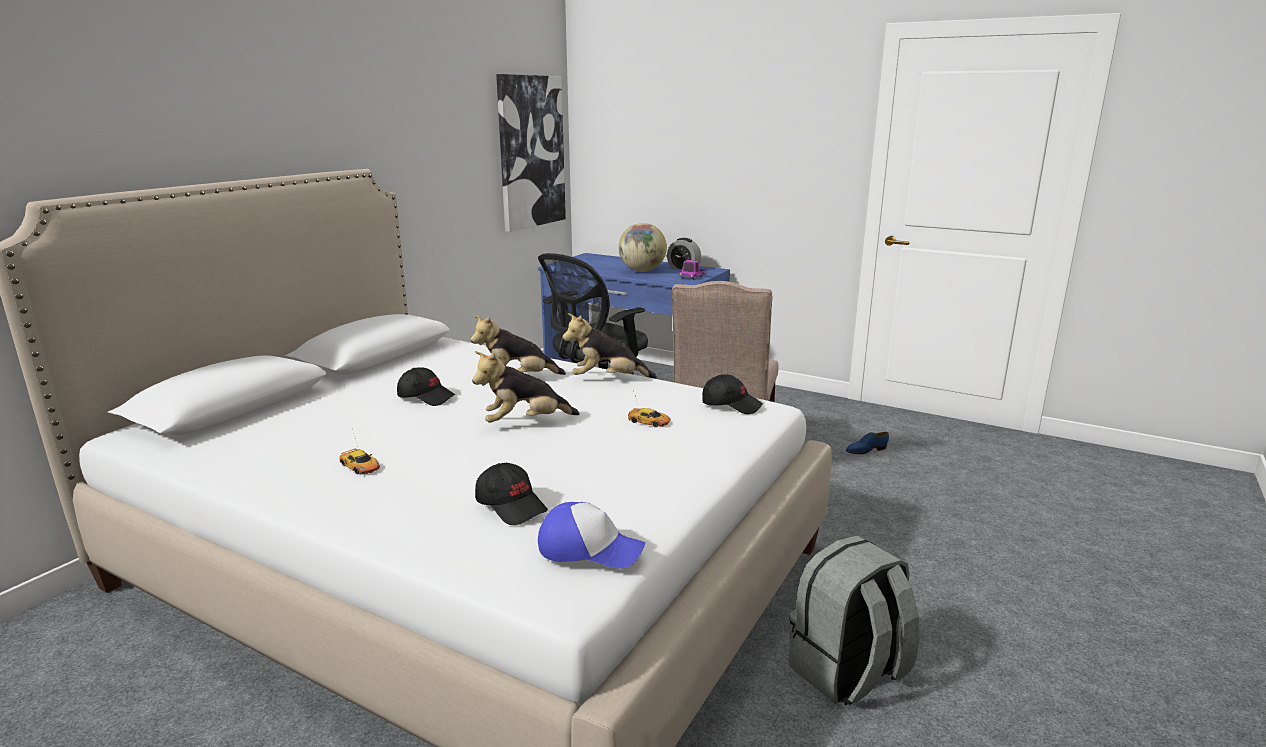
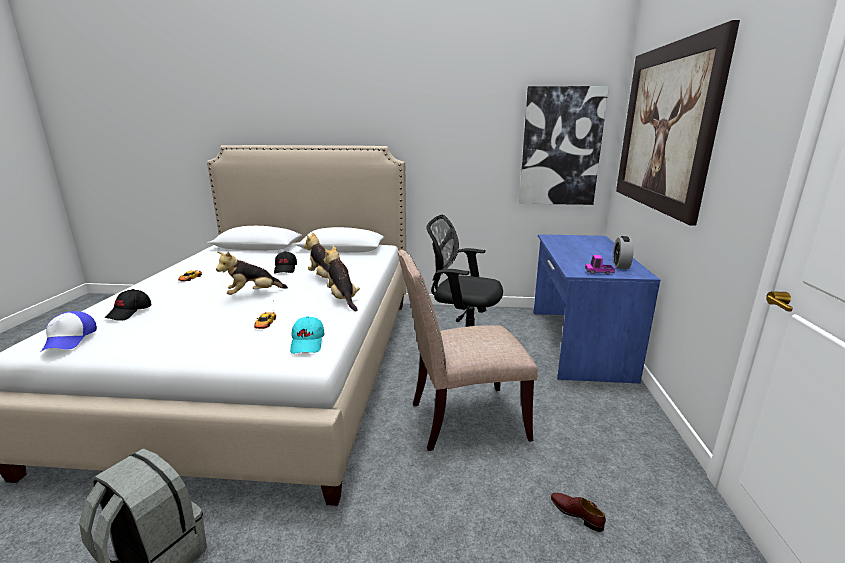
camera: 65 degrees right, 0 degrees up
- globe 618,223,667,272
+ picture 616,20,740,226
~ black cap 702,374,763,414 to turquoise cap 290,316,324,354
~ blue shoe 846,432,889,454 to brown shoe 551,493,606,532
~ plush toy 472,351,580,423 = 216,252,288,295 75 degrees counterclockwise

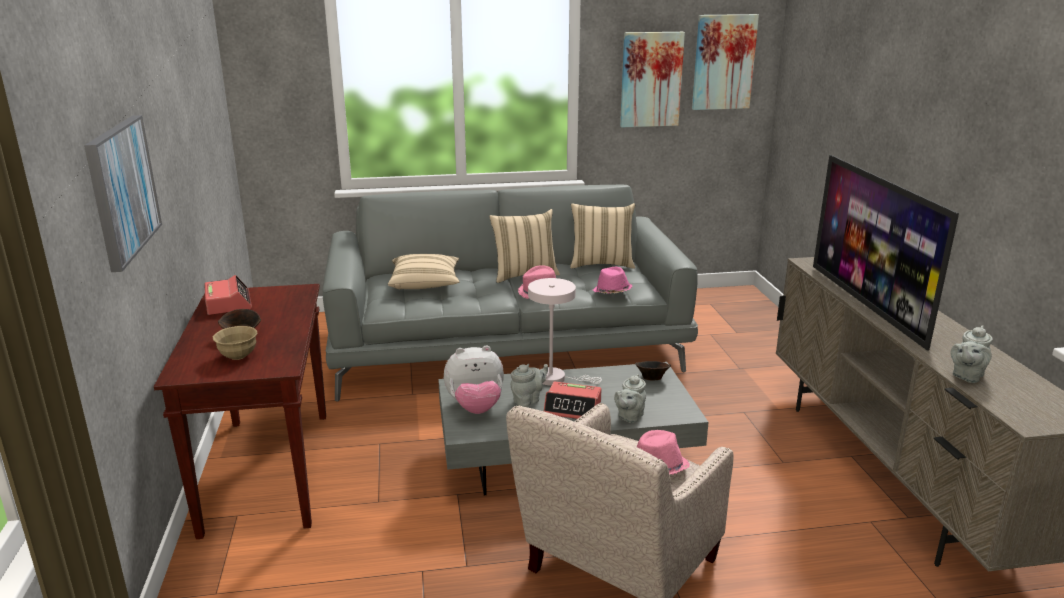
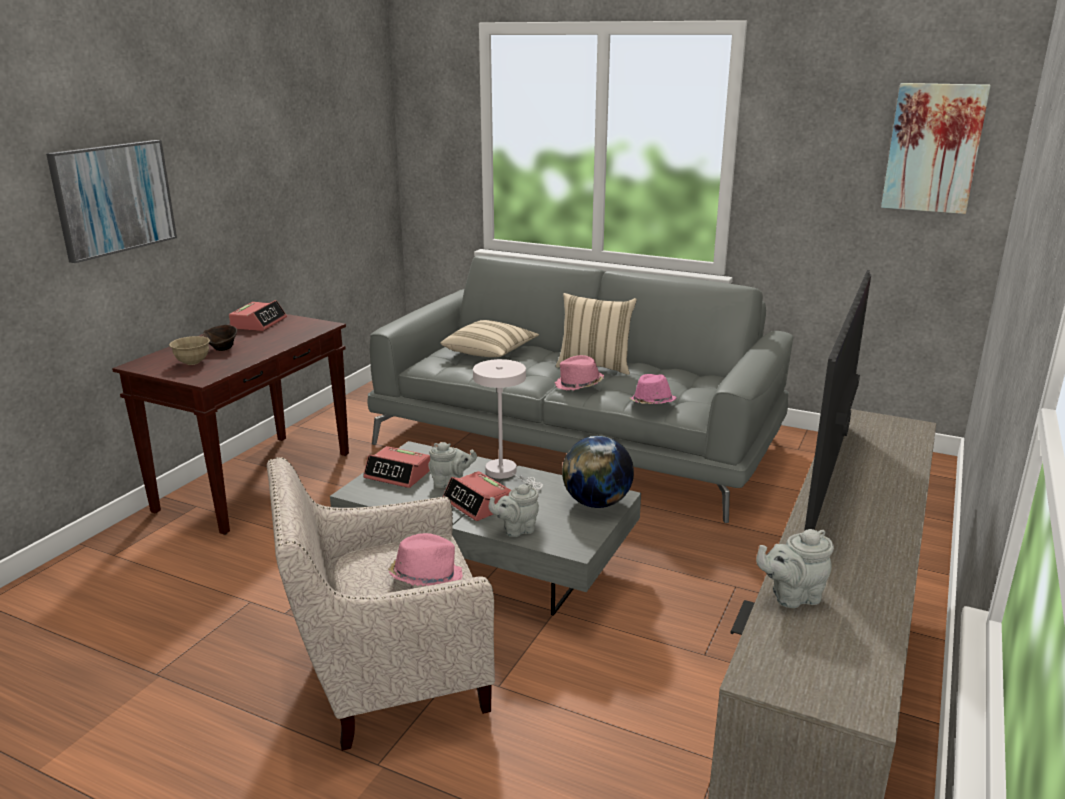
camera: 35 degrees right, 0 degrees up
- beige pillow 570,203,635,269
- picture 620,32,685,127
~ plush toy 444,345,504,414 to alarm clock 363,446,430,488
~ brown bowl 635,361,671,380 to globe 562,436,634,508

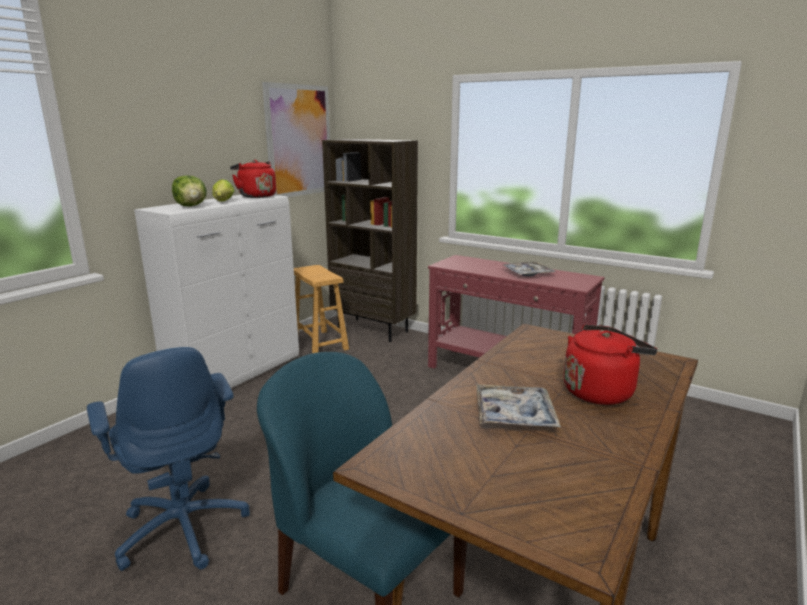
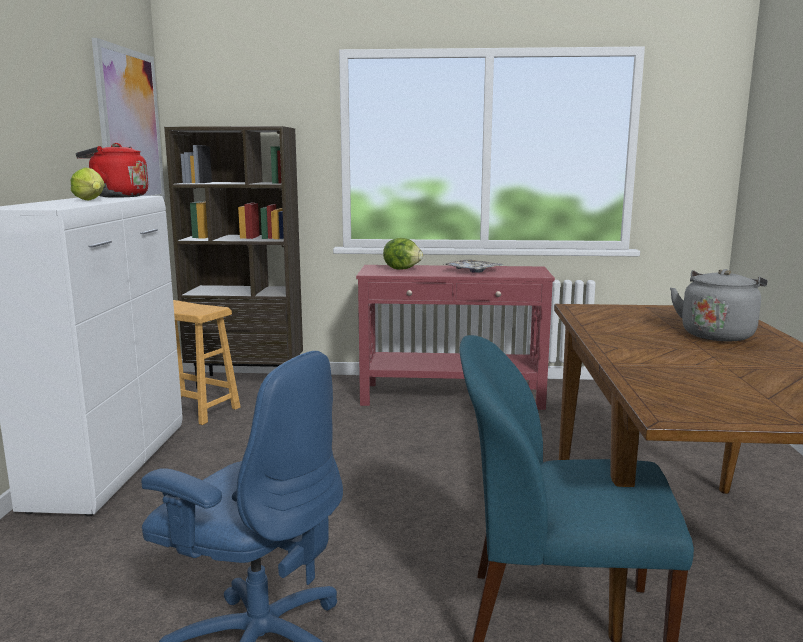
camera: 30 degrees left, 5 degrees down
- tray 476,384,561,427
~ lettuce 172,175,207,207 to 383,238,423,269
~ red kettle 564,324,657,405 to grey kettle 670,269,767,341

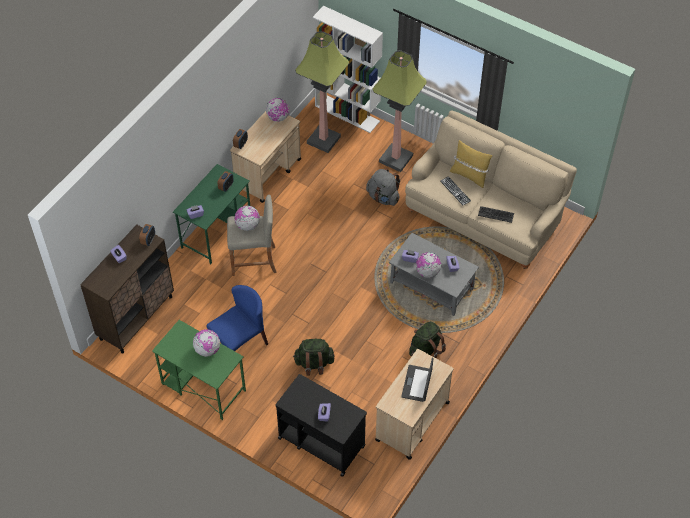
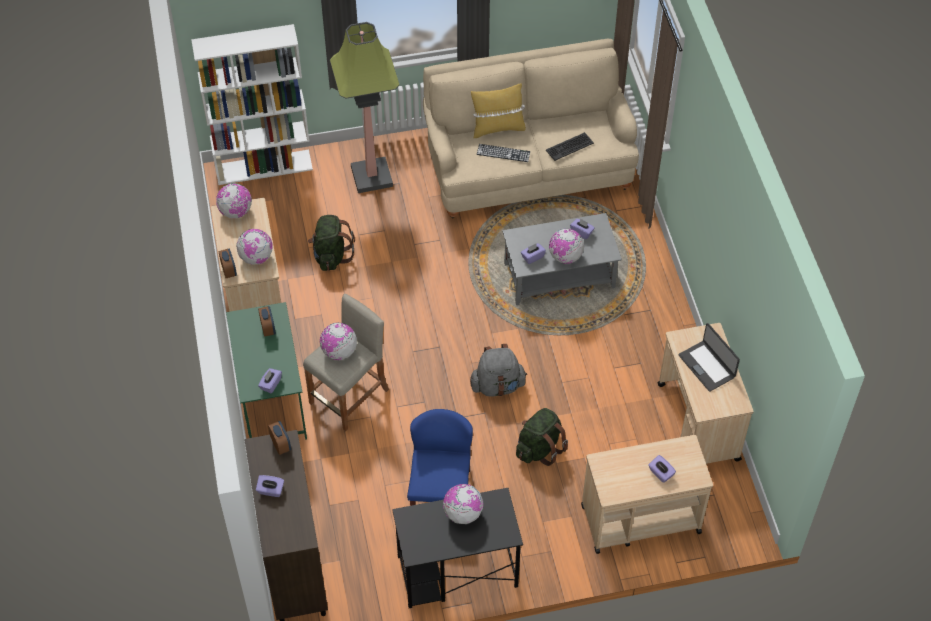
camera: 45 degrees left, 0 degrees up
- floor lamp 295,31,349,153
+ globe 236,229,273,264
~ grey backpack 366,168,400,206 to 470,344,527,397
~ green backpack 409,321,446,359 to 308,215,355,271
~ green desk 152,320,246,420 to black desk 392,488,523,608
~ black cart 276,374,367,477 to beige cart 581,435,713,554

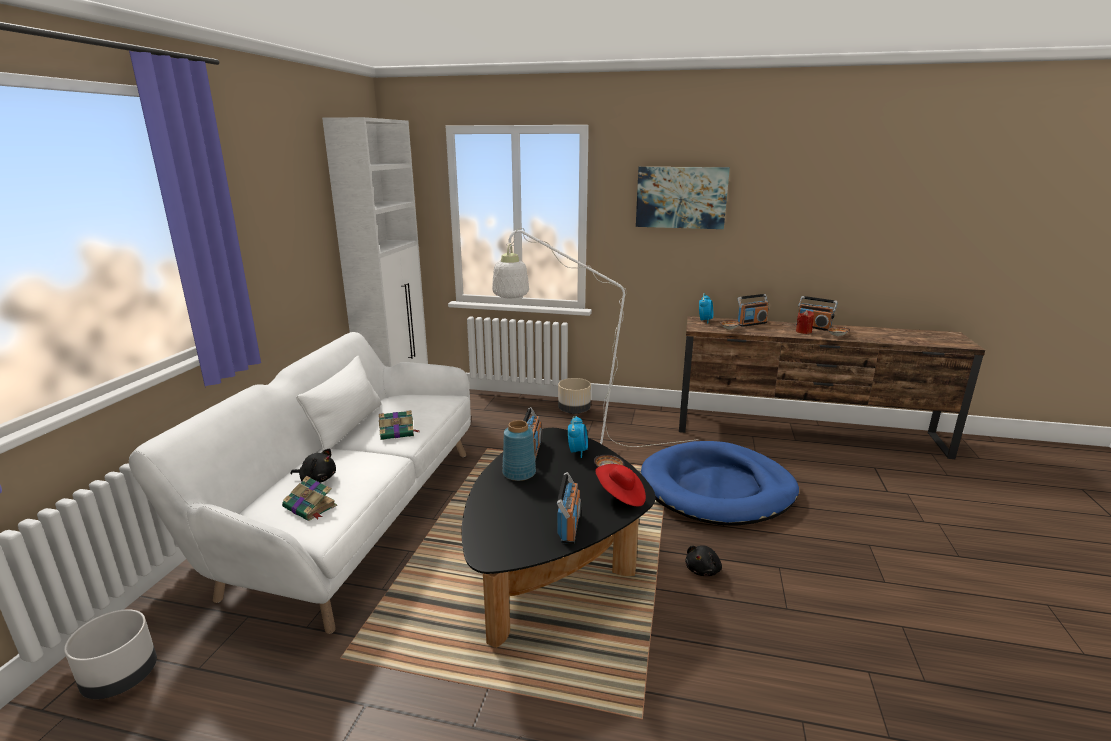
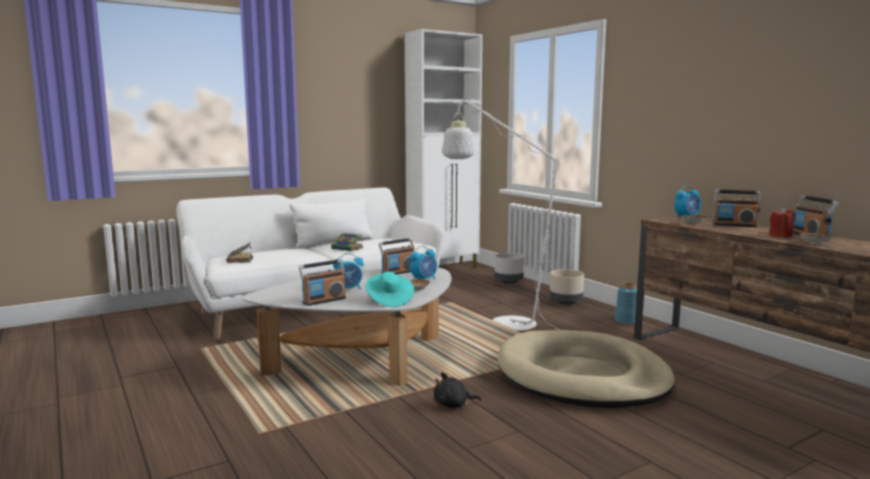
camera: 45 degrees right, 10 degrees down
- black plush toy 290,449,336,483
- picture 636,167,730,229
+ alarm clock 333,253,364,290
~ grey planter 64,609,157,699 to 494,253,524,284
~ blue vase 502,420,536,481 to 615,282,637,325
~ black coffee table 462,428,655,648 to white coffee table 243,268,451,386
~ red hat 595,464,646,506 to turquoise hat 366,272,414,307
~ blue dog bed 641,441,799,526 to beige dog bed 498,330,675,408

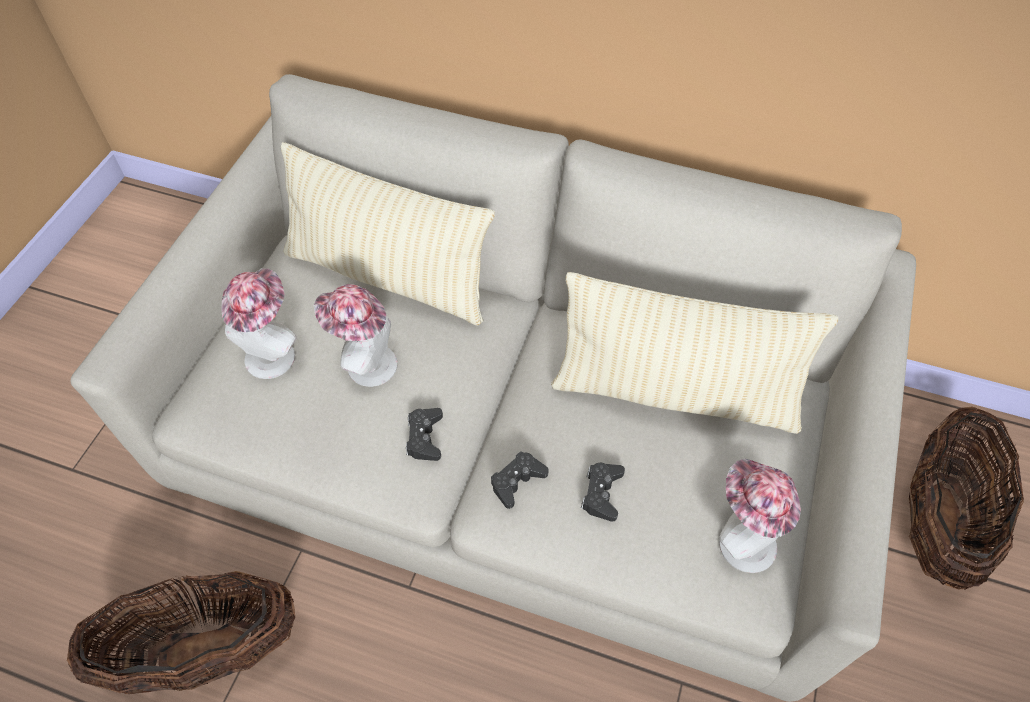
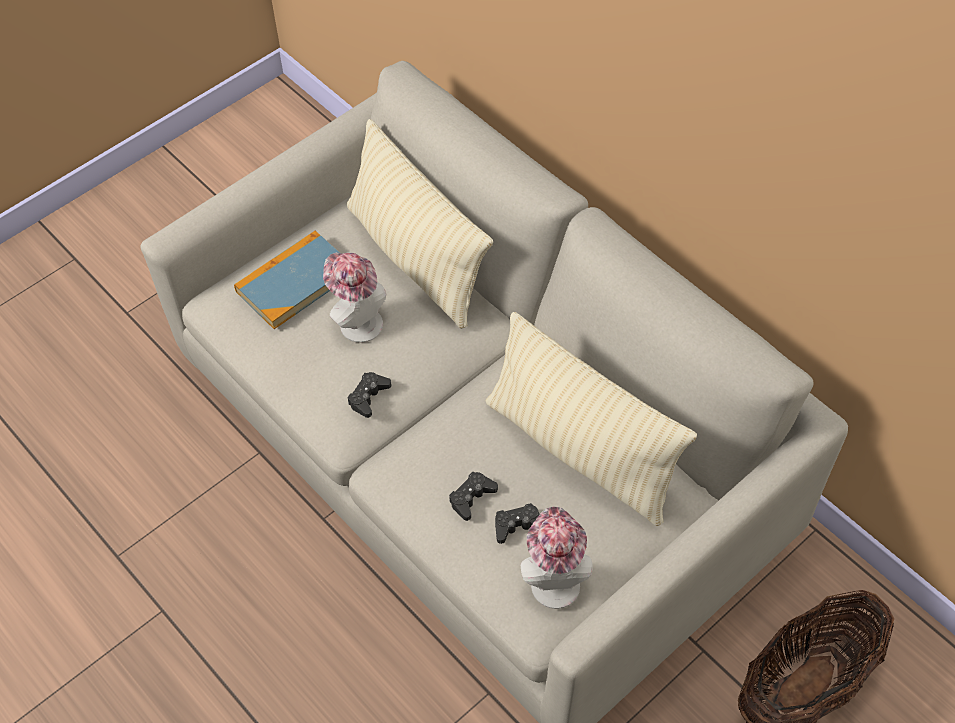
camera: 30 degrees right, 0 degrees up
- basket 67,571,295,694
~ black game controller 491,451,549,509 to 495,503,540,544
~ hat 221,268,297,379 to book 234,231,340,329

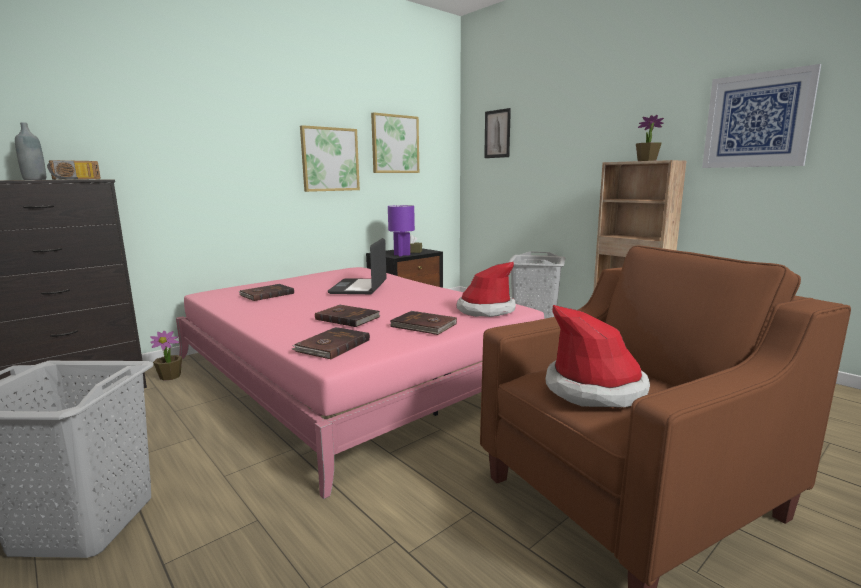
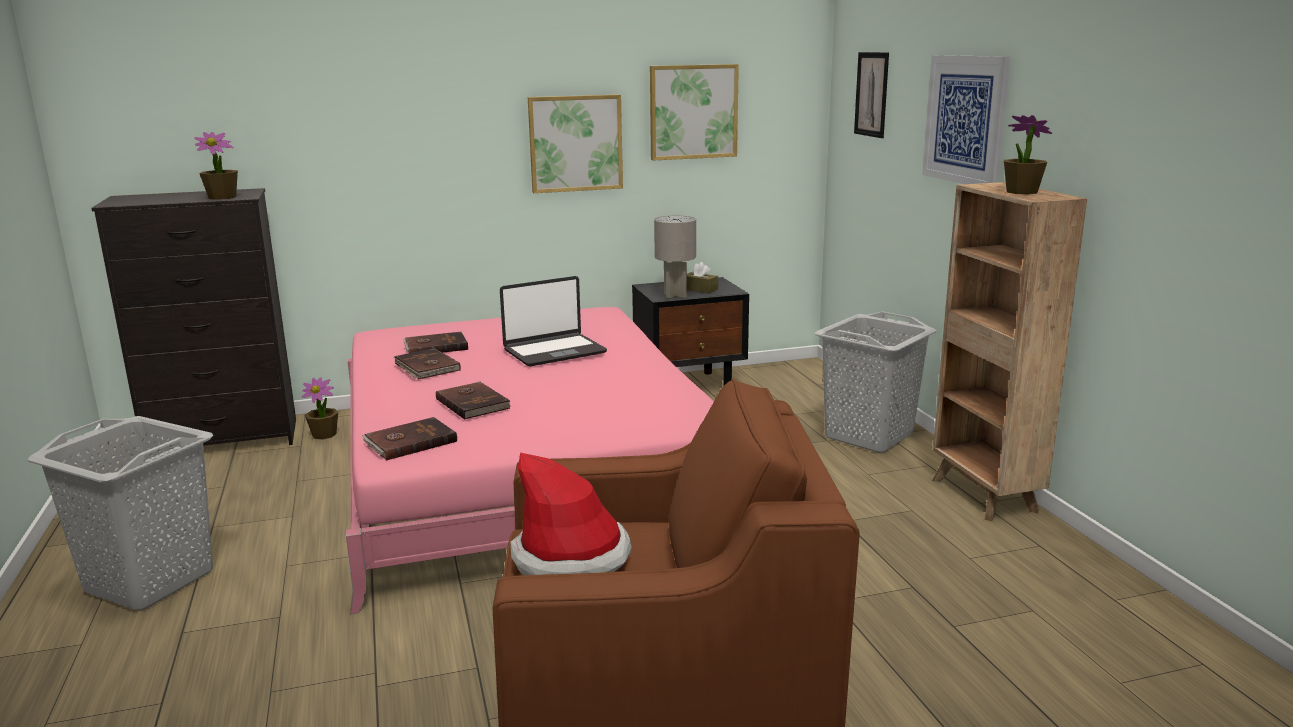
camera: 25 degrees right, 5 degrees up
- grey bottle 15,122,46,180
- hat 456,262,516,317
~ brown book 390,311,457,335 to 394,348,461,379
~ picture 702,64,821,168 to 922,55,1011,184
~ radio 47,160,101,180 to potted plant 194,132,238,200
~ purple table lamp 388,205,415,256 to grey table lamp 654,215,696,299
~ laptop 328,238,387,294 = 500,276,607,366 150 degrees counterclockwise

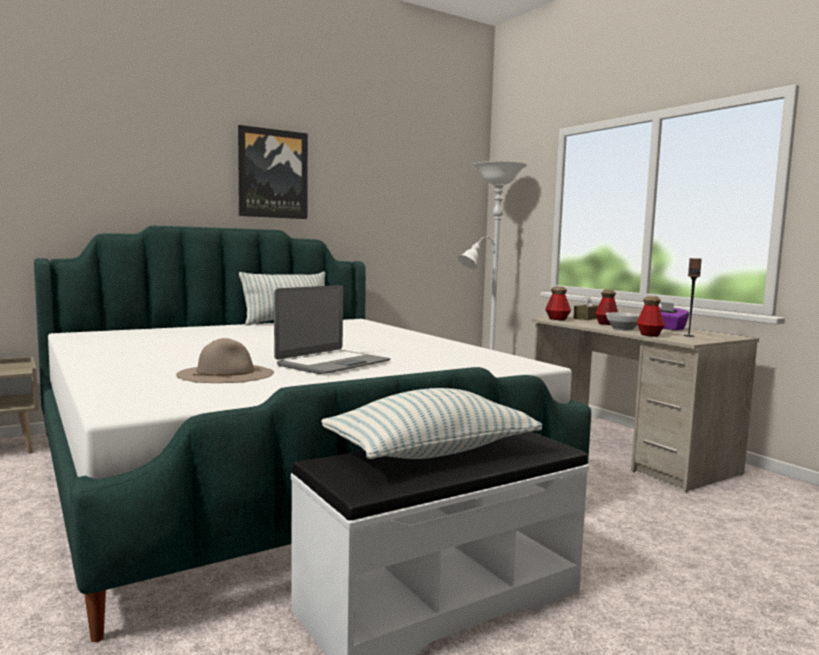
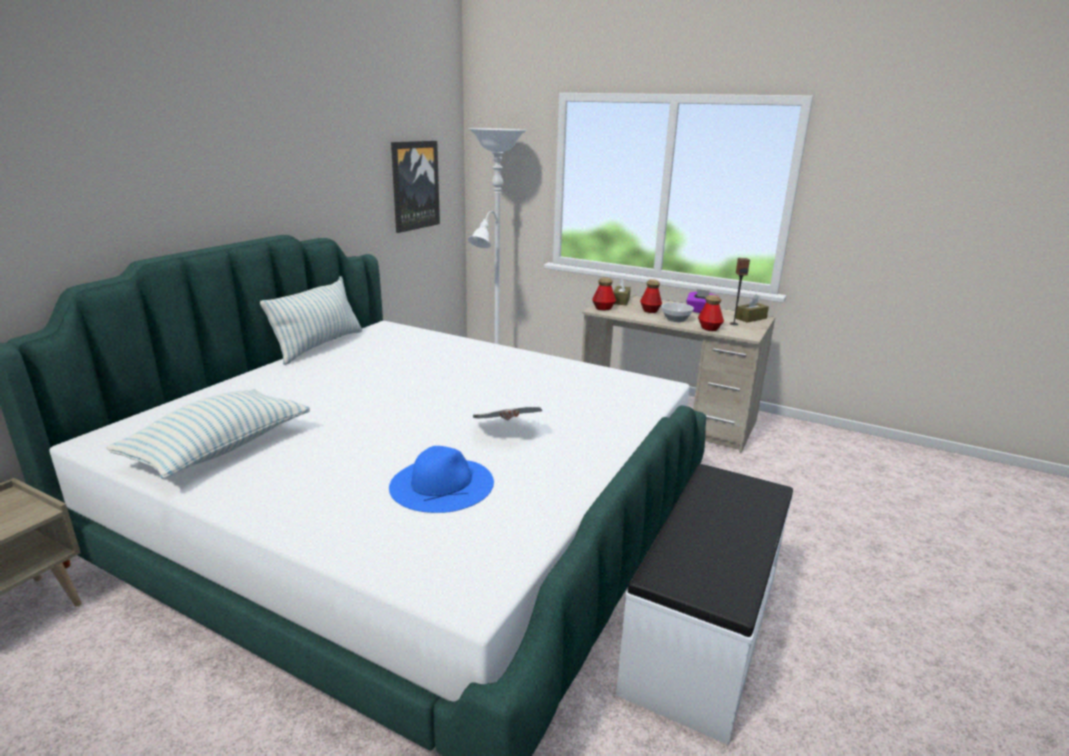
camera: 30 degrees left, 15 degrees up
+ brown tissue box 735,295,769,323
~ picture 238,125,308,219 to 391,141,440,233
~ pillow 321,388,542,459 to 106,389,310,479
~ laptop 274,285,391,374 to newspaper 473,407,542,420
~ beige hat 176,338,274,383 to blue hat 389,446,494,513

